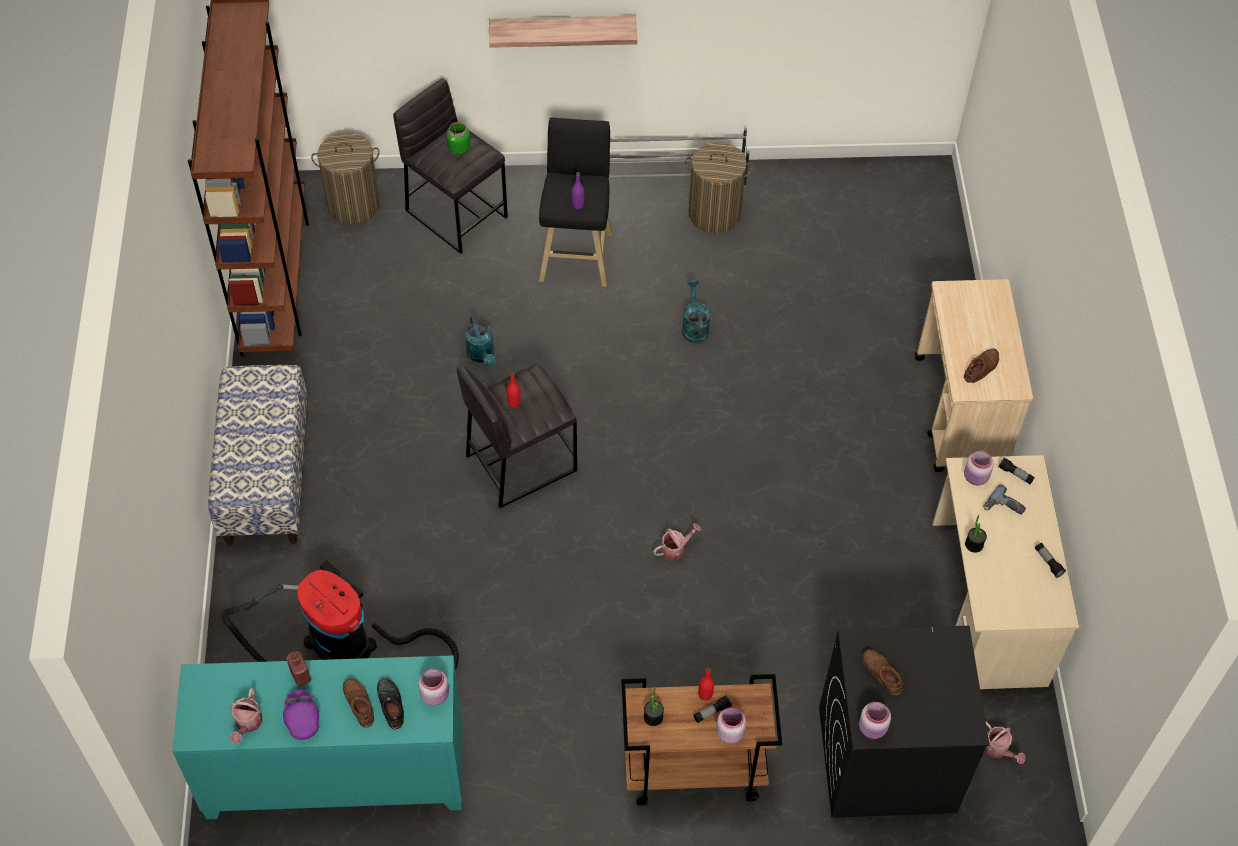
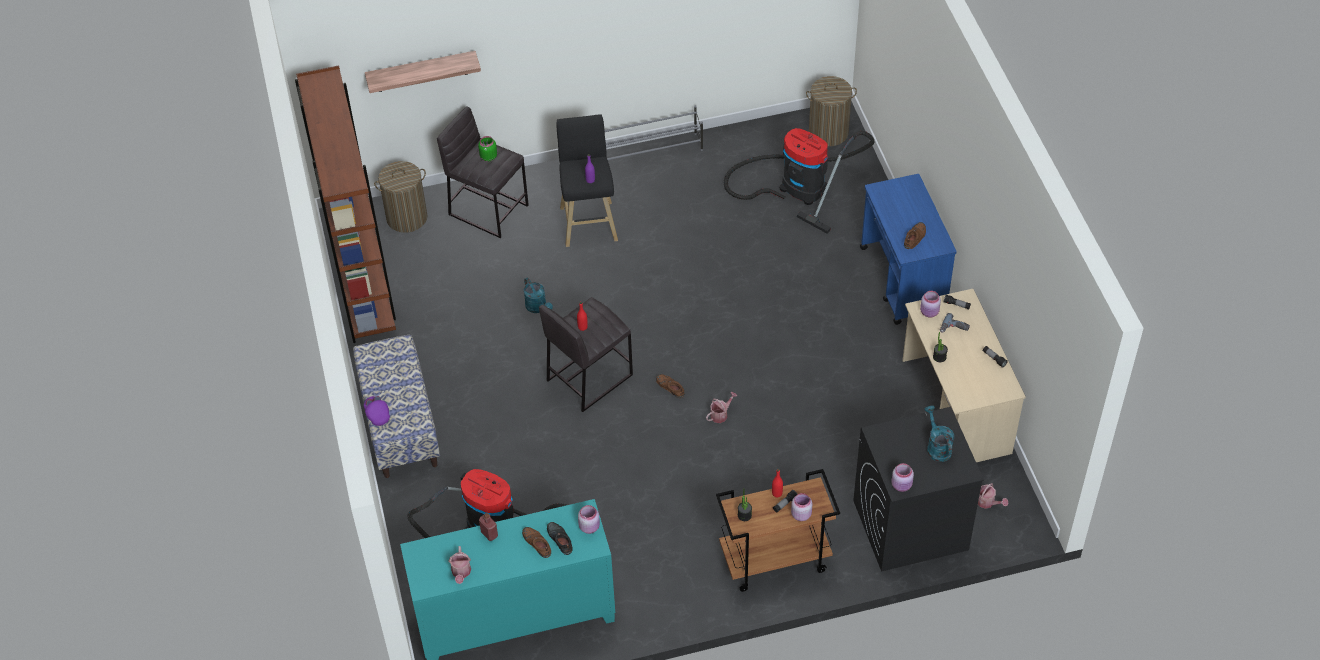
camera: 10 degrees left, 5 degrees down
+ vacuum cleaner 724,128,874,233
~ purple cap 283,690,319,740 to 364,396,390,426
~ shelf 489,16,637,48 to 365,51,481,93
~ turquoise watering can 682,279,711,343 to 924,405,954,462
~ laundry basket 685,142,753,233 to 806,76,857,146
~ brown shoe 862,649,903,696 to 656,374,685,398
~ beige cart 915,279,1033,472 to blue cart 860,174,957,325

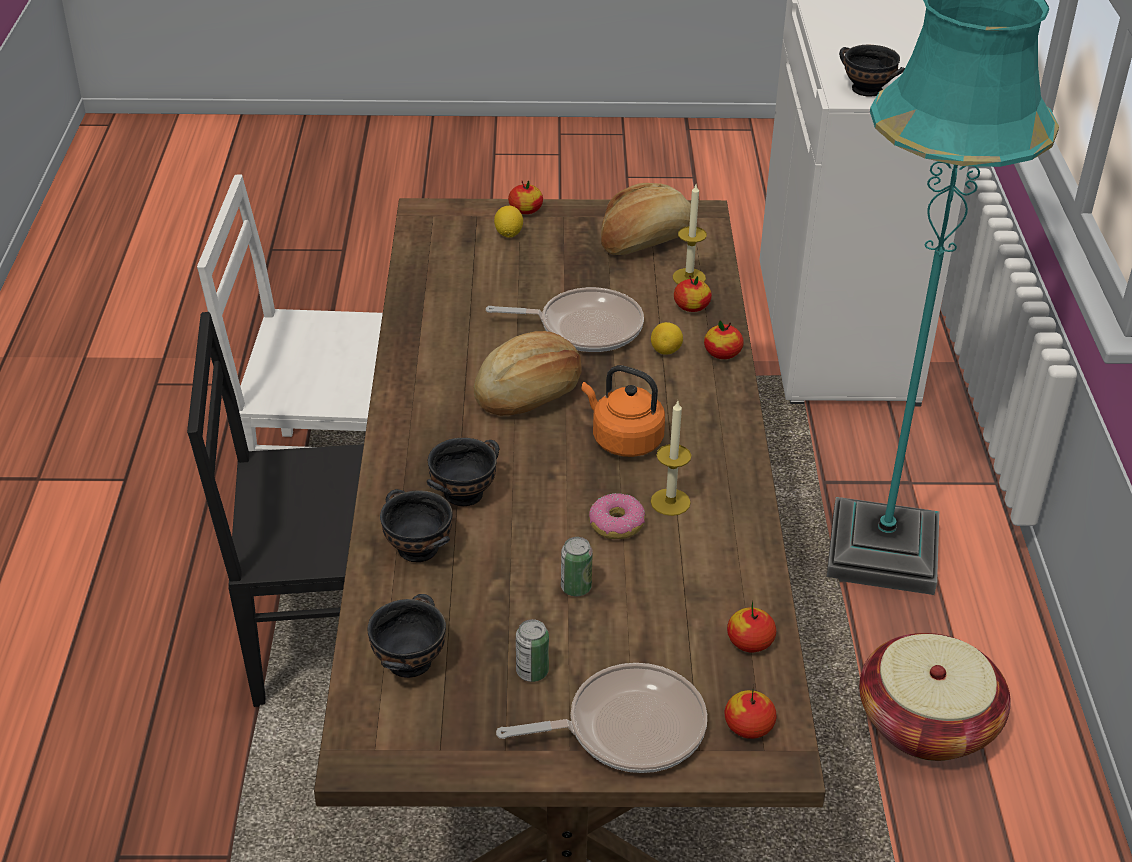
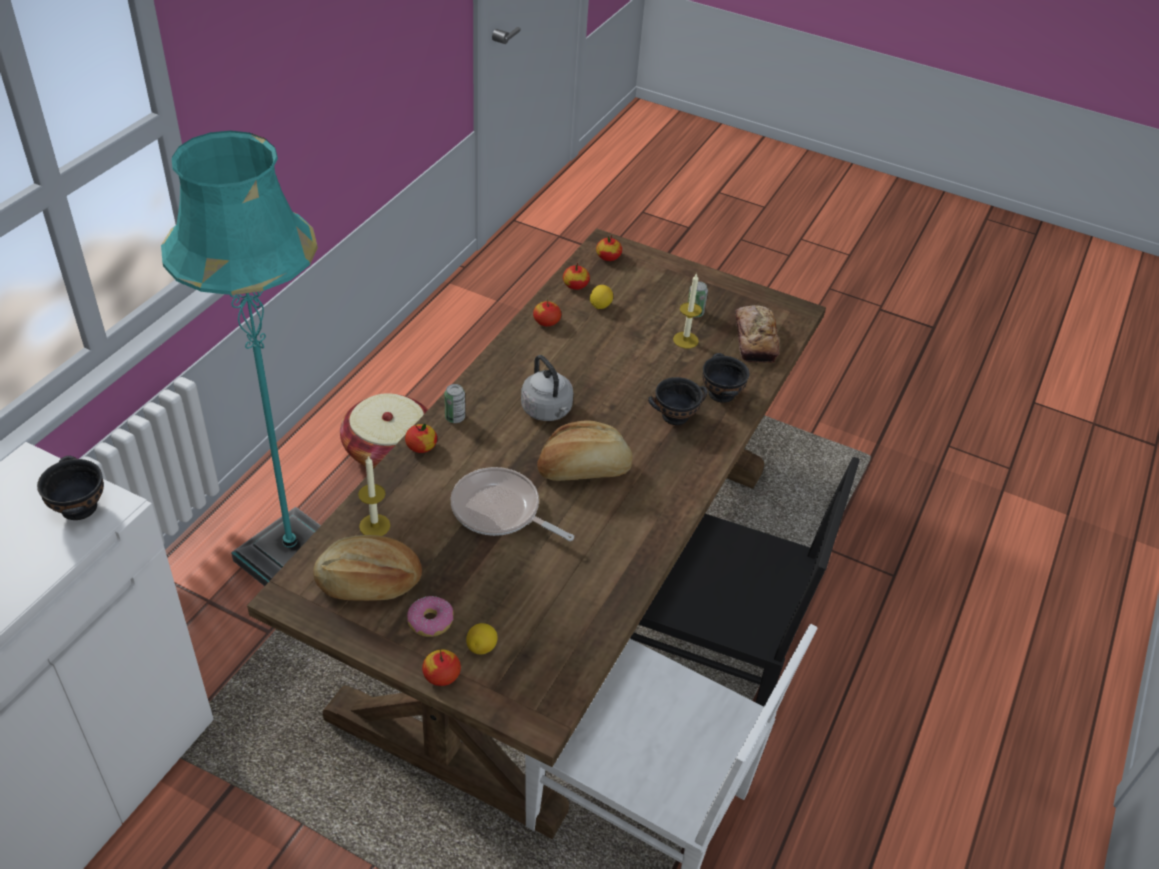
camera: 155 degrees left, 5 degrees up
- frying pan 496,663,707,773
~ can 561,537,593,596 to 444,384,465,423
~ donut 589,493,645,539 to 407,596,453,637
~ lemon 651,322,683,355 to 590,285,613,309
~ candle 651,401,691,516 to 673,273,702,349
~ apple 674,276,712,312 to 533,298,561,327
~ black bowl 367,594,446,678 to bread 735,305,779,363
~ orange kettle 582,365,665,457 to grey kettle 521,355,573,421

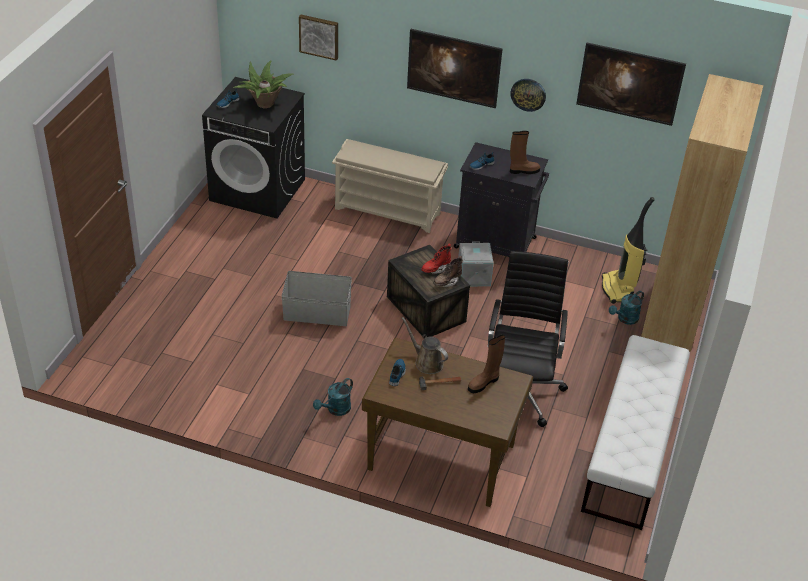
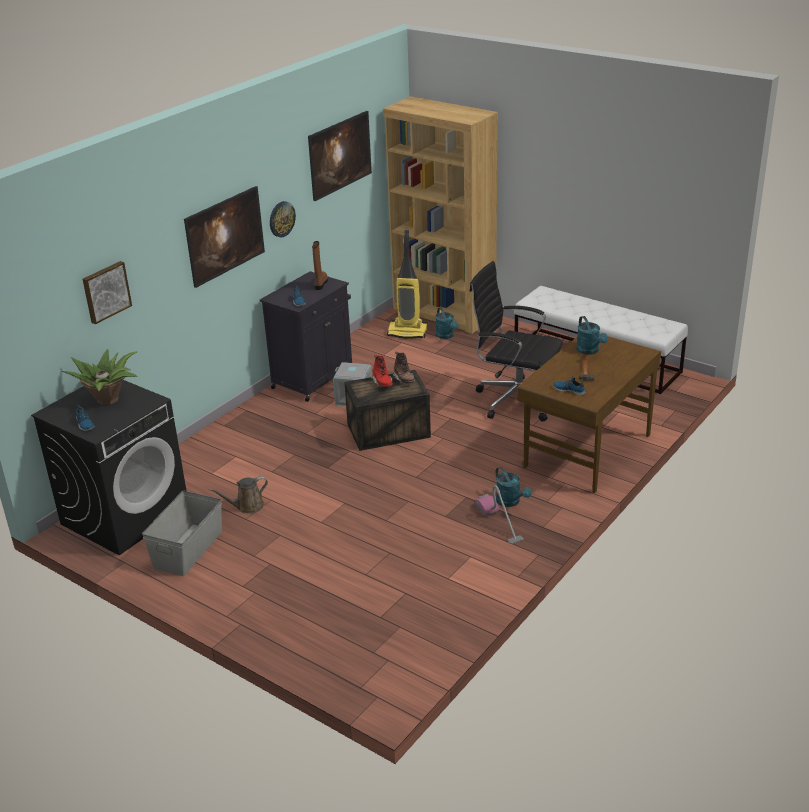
camera: 70 degrees left, 10 degrees down
- beige shoe rack 332,139,448,233
+ vacuum cleaner 475,485,524,544
~ grey storage box 281,271,352,326 to 142,491,222,576
~ brown watering can 402,317,448,374 to 209,476,268,513
~ brown boot 468,335,505,393 to turquoise watering can 576,316,608,355

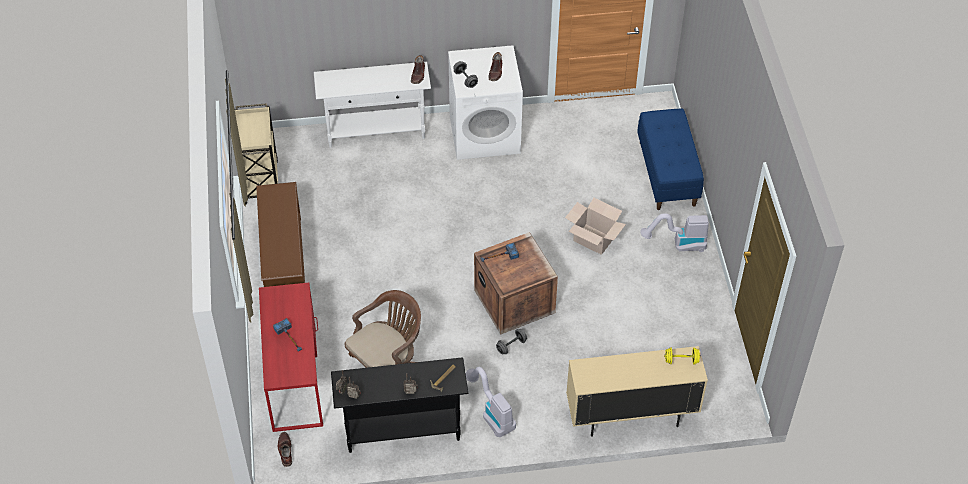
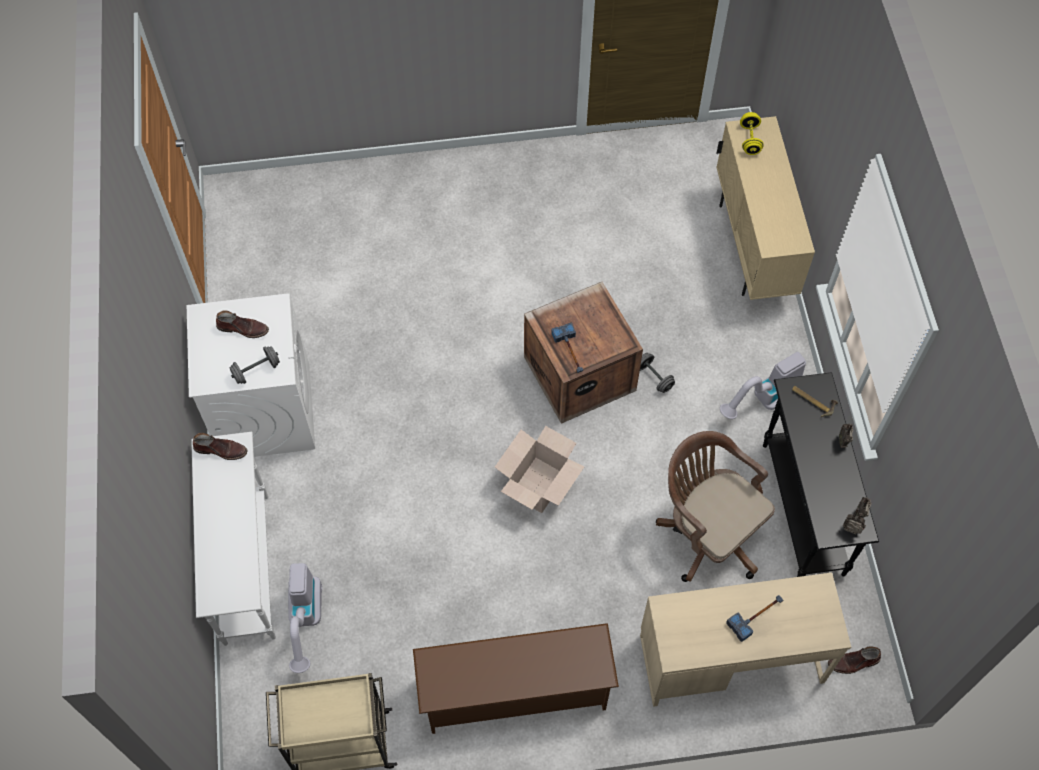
camera: 90 degrees left, 10 degrees up
- blue bench 637,108,704,210
~ cardboard box 565,198,626,255 to 495,426,584,513
~ vacuum cleaner 640,213,709,252 to 288,563,322,673
~ red desk 259,283,323,432 to beige desk 640,572,851,707

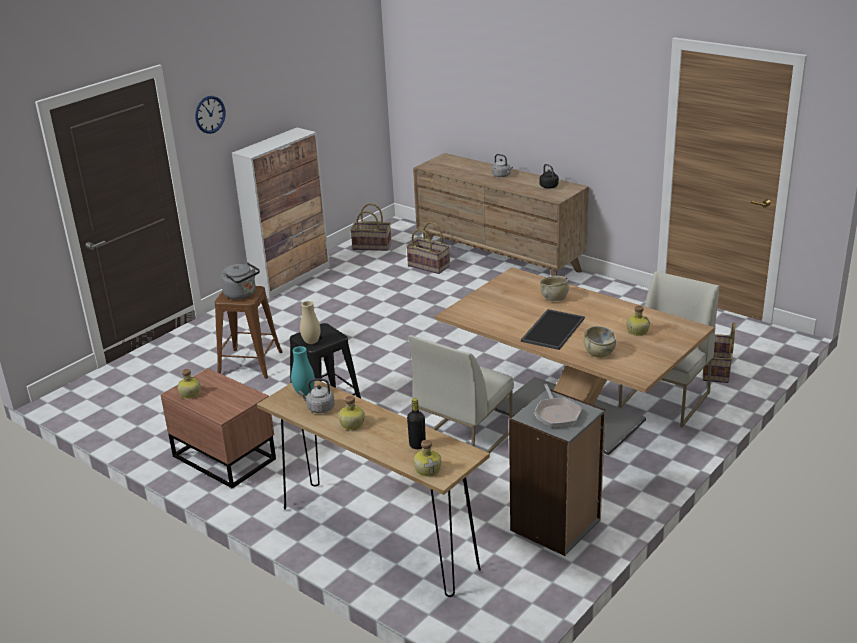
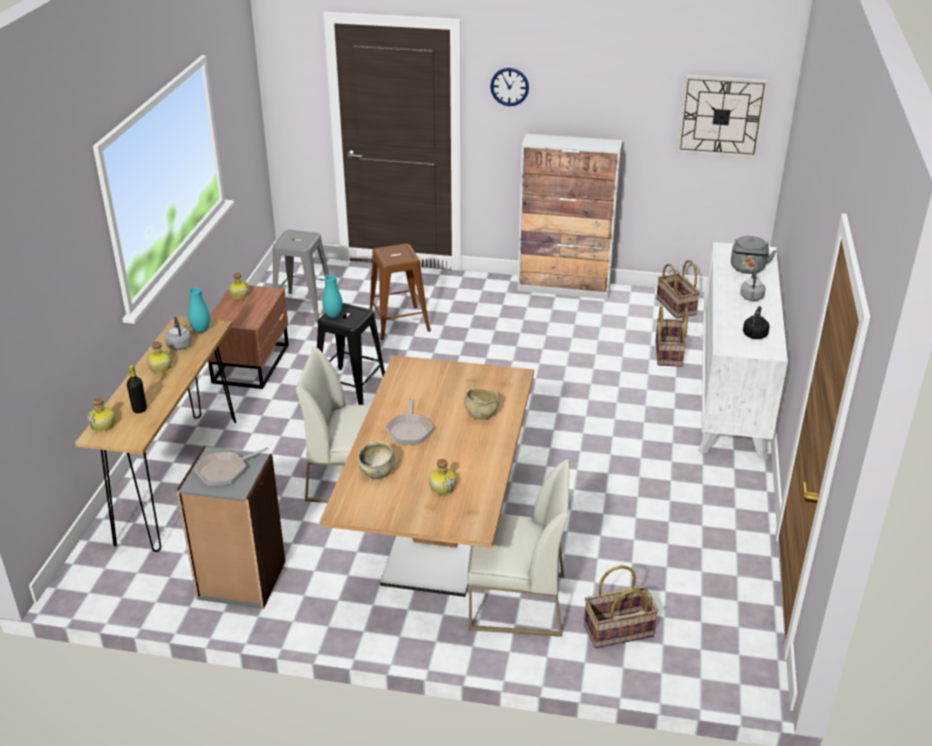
camera: 60 degrees right, 5 degrees up
+ grey stool 273,230,329,322
+ wall clock 677,75,769,158
~ grey kettle 221,262,260,300 to 731,236,776,274
~ tray 521,309,585,350 to frying pan 385,398,433,444
~ beige vase 300,301,320,344 to turquoise vase 322,275,343,317
~ brown dresser 413,153,589,276 to white dresser 698,242,788,461

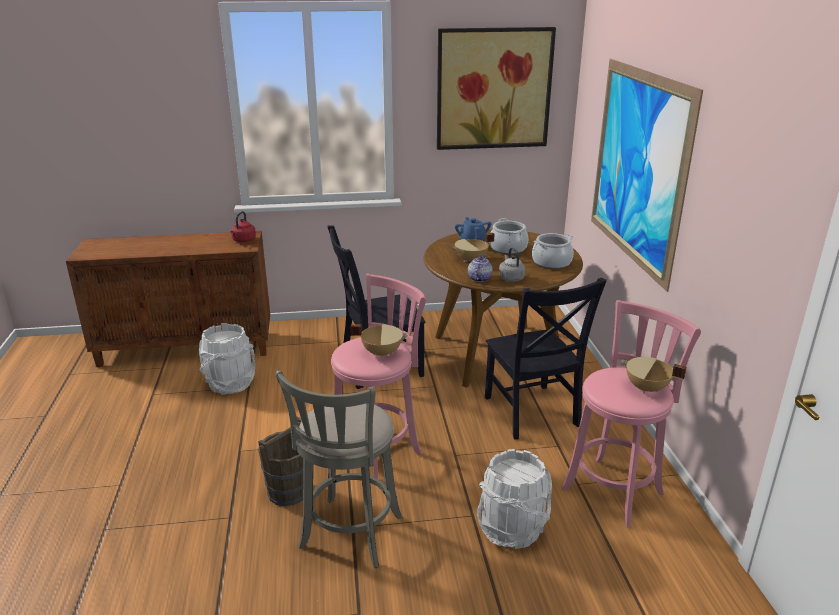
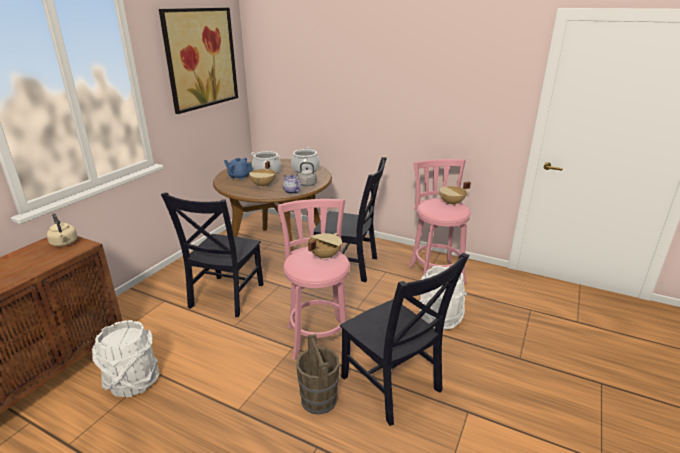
camera: 55 degrees left, 0 degrees up
- picture 591,59,703,292
~ grey stool 275,370,403,568 to black chair 340,253,470,426
~ red kettle 231,211,256,242 to beige kettle 47,213,78,247

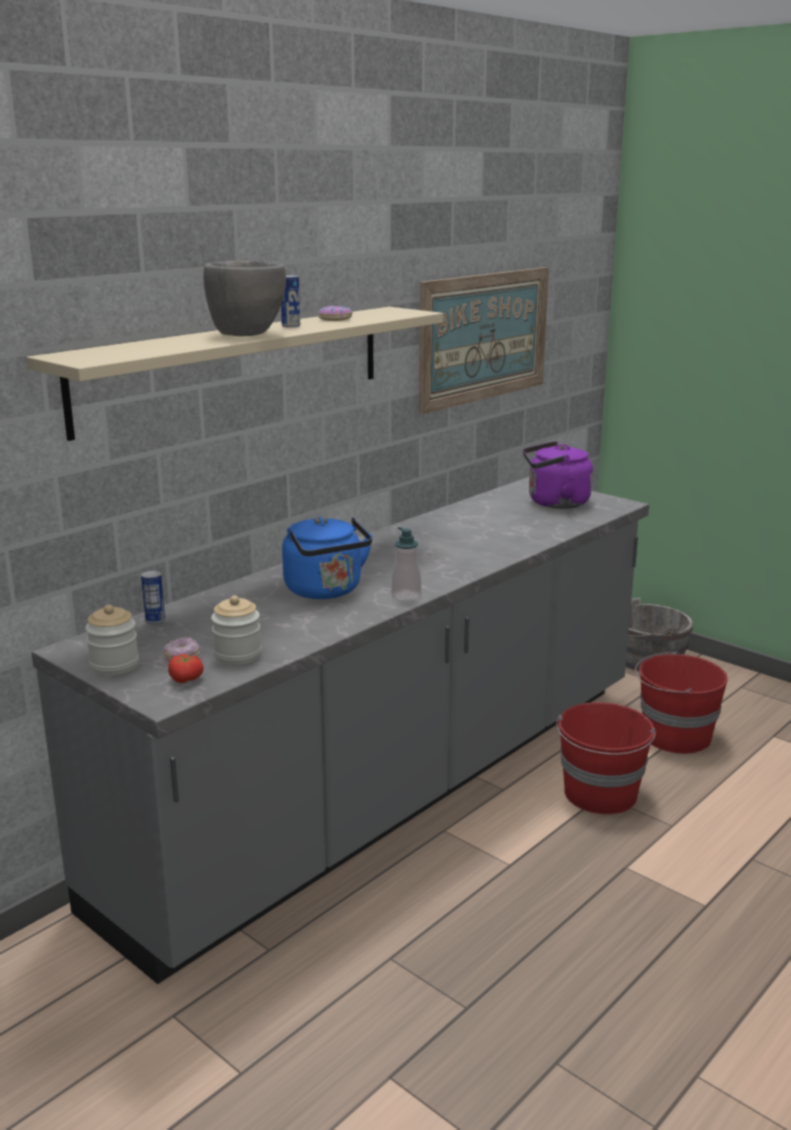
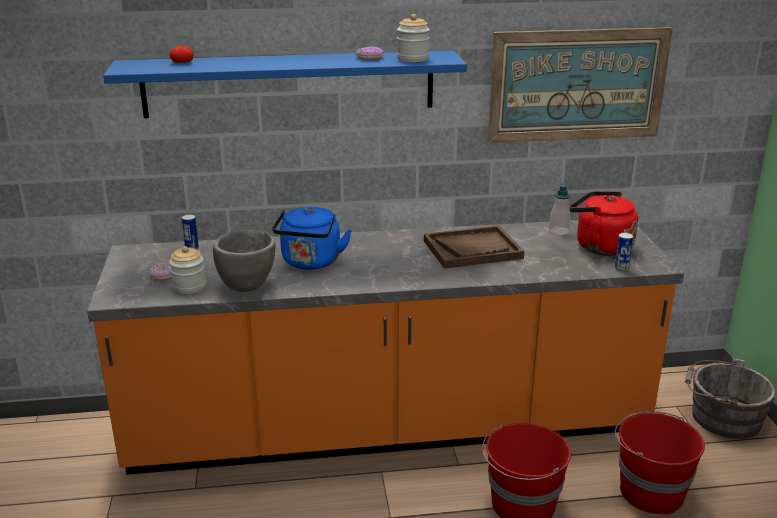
camera: 40 degrees right, 5 degrees up
+ brown tray 424,225,524,269
~ jar 85,605,139,675 to 397,14,430,62
~ tomato 168,654,204,683 to 170,45,193,63
~ grey bowl 203,261,286,336 to 213,229,276,292
~ can 281,275,300,328 to 615,233,633,271
~ soap dispenser 391,527,422,602 to 549,183,571,235
~ beige shelf 26,307,443,441 to blue shelf 103,50,467,118
~ grey counter 31,477,649,984 to orange counter 87,220,684,475
~ purple kettle 523,441,593,509 to red kettle 570,191,638,256

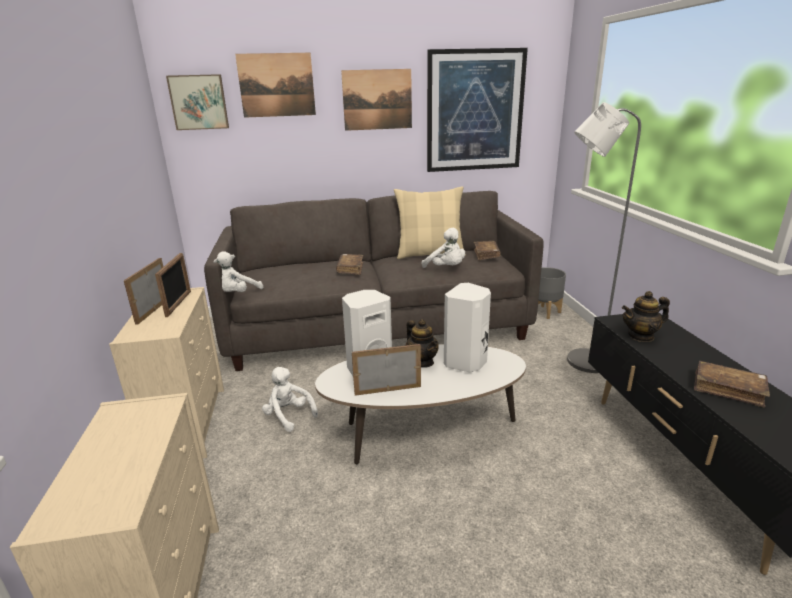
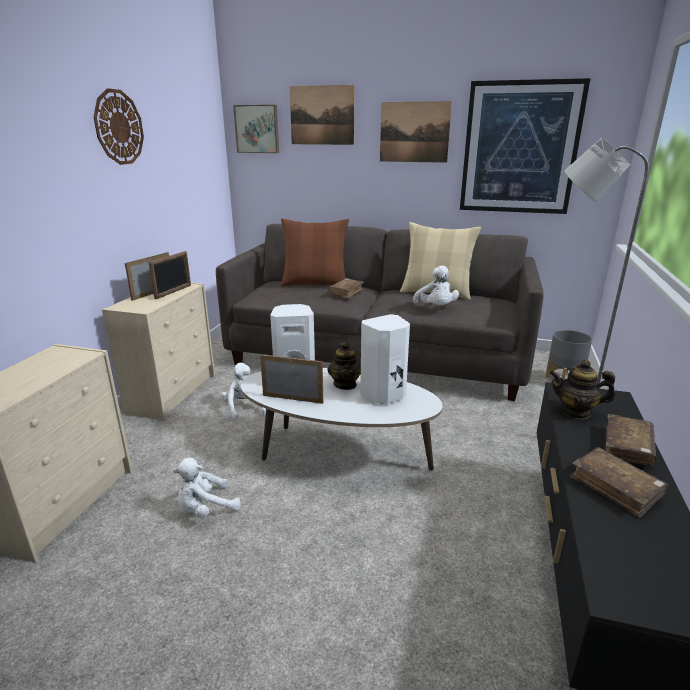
camera: 25 degrees right, 0 degrees up
+ wall clock 94,89,144,165
+ brown pillow 281,218,349,287
~ white plush toy 213,251,263,292 to 173,458,241,518
~ brown book 474,241,501,260 to 605,414,657,466

